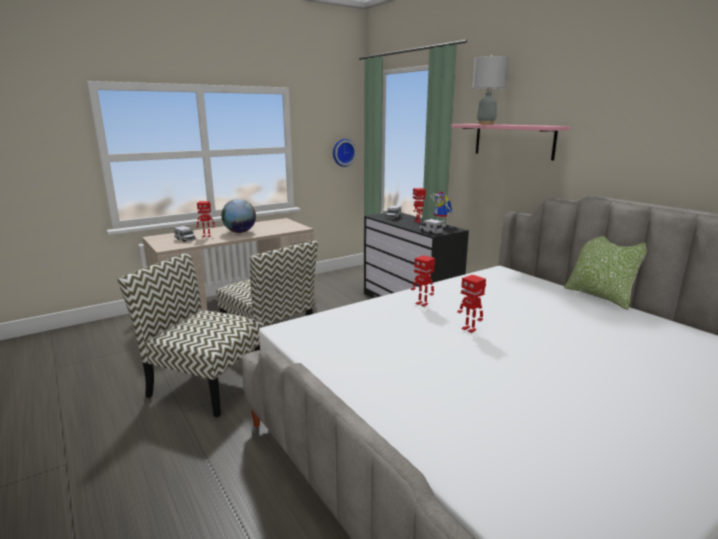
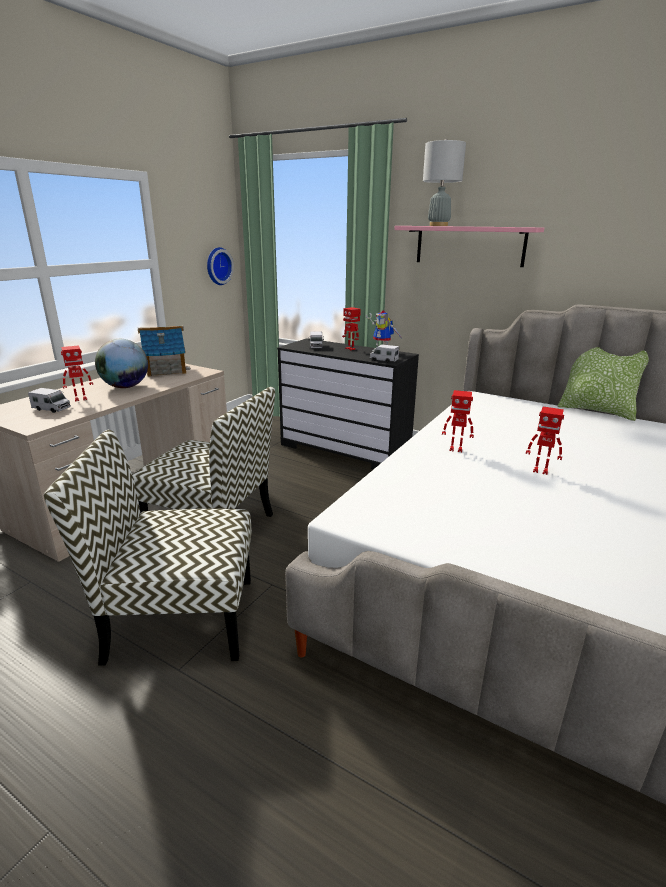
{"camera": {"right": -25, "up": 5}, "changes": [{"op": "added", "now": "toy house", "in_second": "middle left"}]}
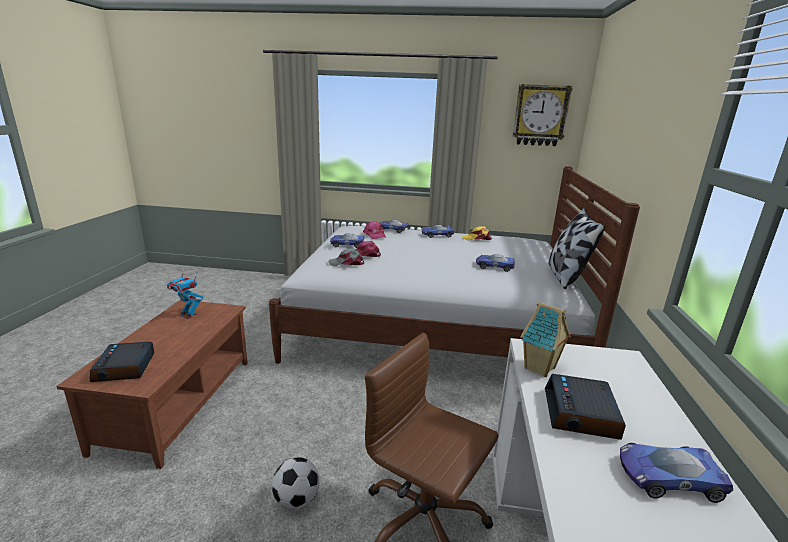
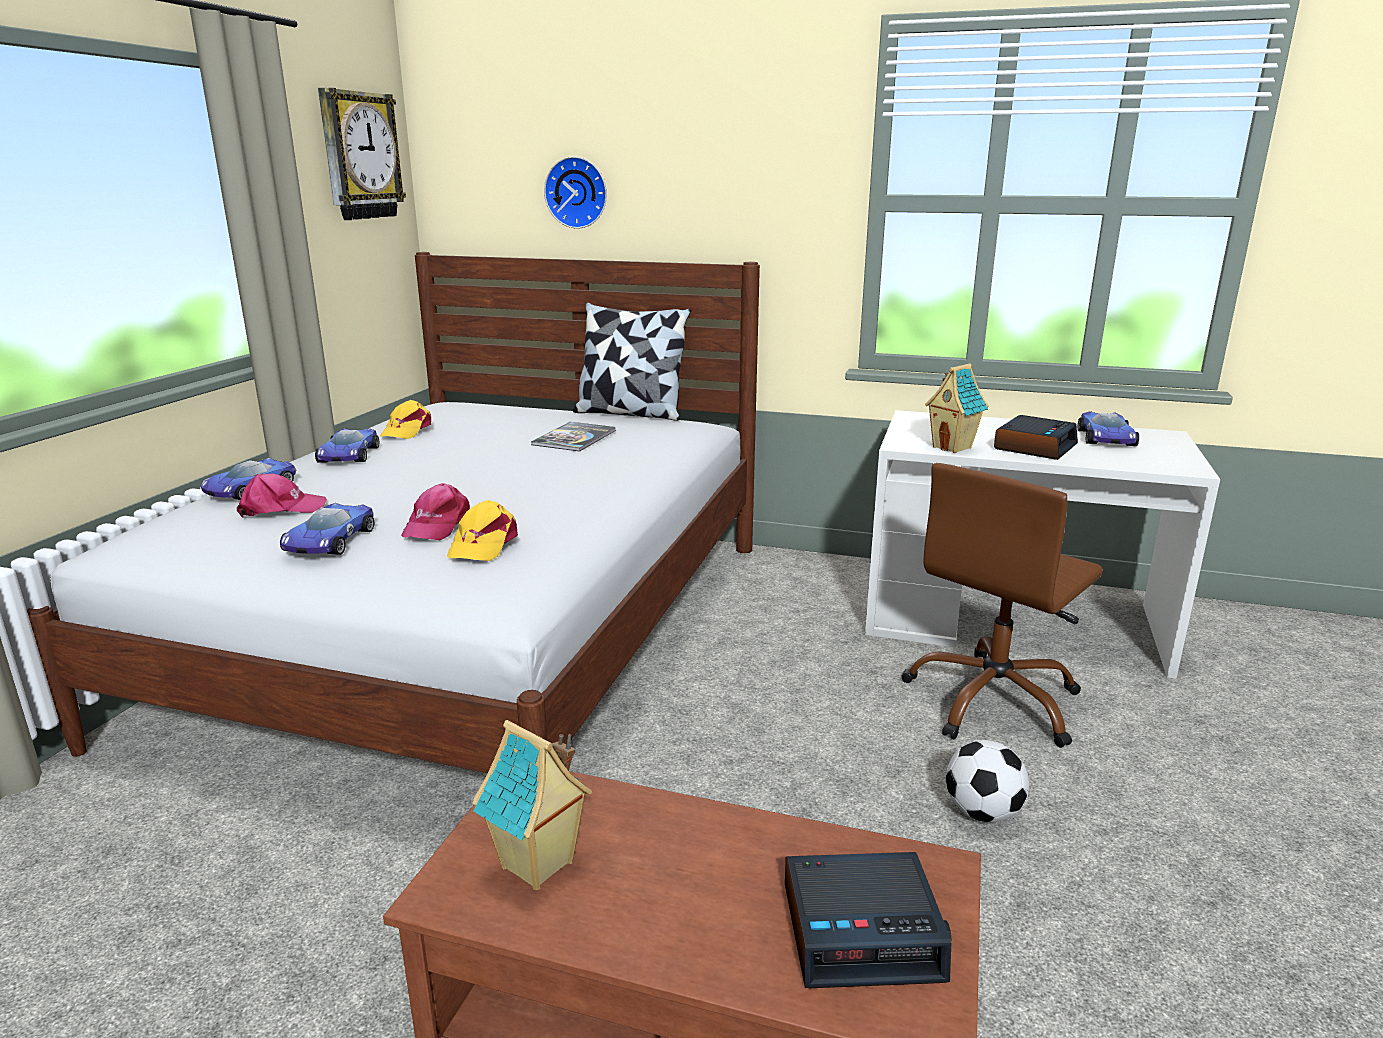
{"camera": {"right": -80, "up": 0}, "changes": [{"op": "recoloured", "was": "grey cap", "now": "yellow cap (2nd from left)", "in_first": "centre", "in_second": "centre"}, {"op": "replaced", "was": "toy robot", "now": "toy house (1st from left)", "in_first": "middle left", "in_second": "bottom centre"}, {"op": "replaced", "was": "toy car (4th from left)", "now": "book", "in_first": "centre", "in_second": "centre"}, {"op": "added", "now": "wall clock (2nd from left)", "in_second": "top centre"}, {"op": "turned", "was": "alarm clock (2nd from left)", "in_first": "bottom right", "in_second": "middle right", "clockwise": -75}]}
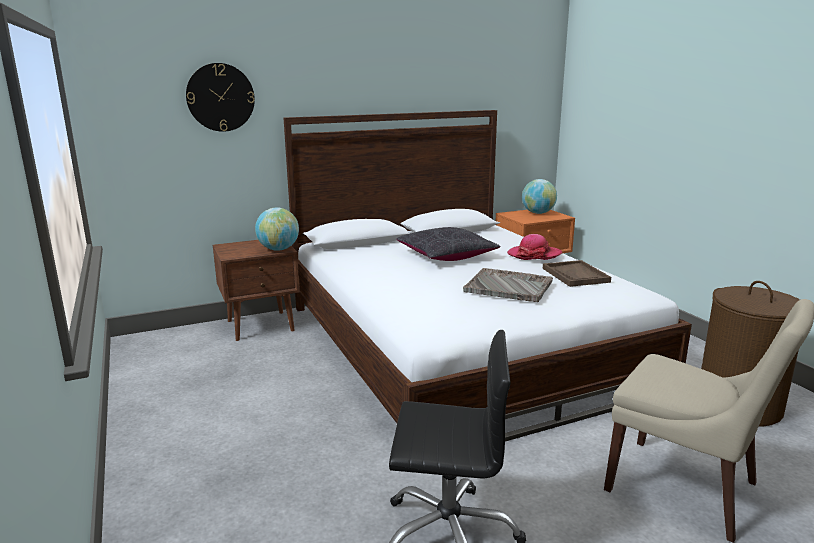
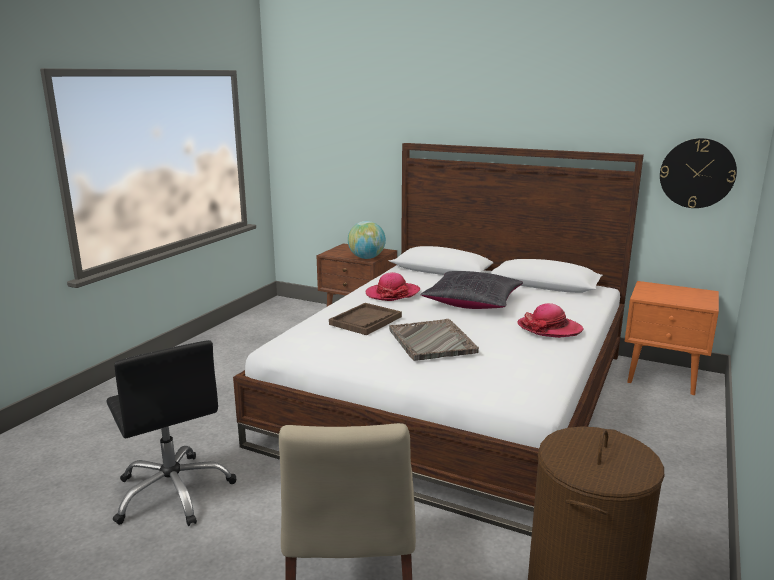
{"camera": {"right": 50, "up": 0}, "changes": [{"op": "moved", "was": "brown tray", "in_first": "middle right", "in_second": "centre"}, {"op": "added", "now": "hat (1st from left)", "in_second": "centre"}, {"op": "moved", "was": "wall clock", "in_first": "top left", "in_second": "top right"}, {"op": "removed", "was": "globe (2nd from left)", "in_first": "centre"}]}
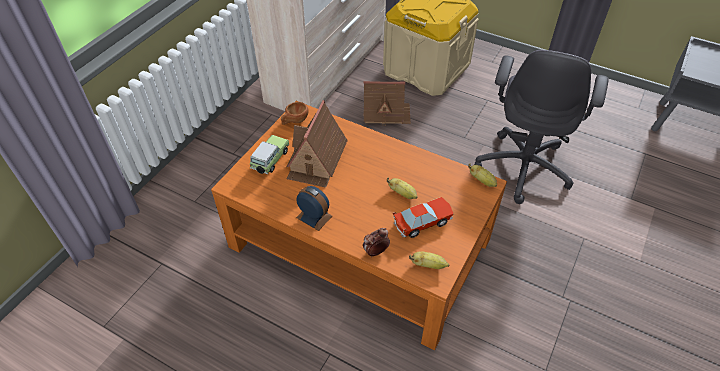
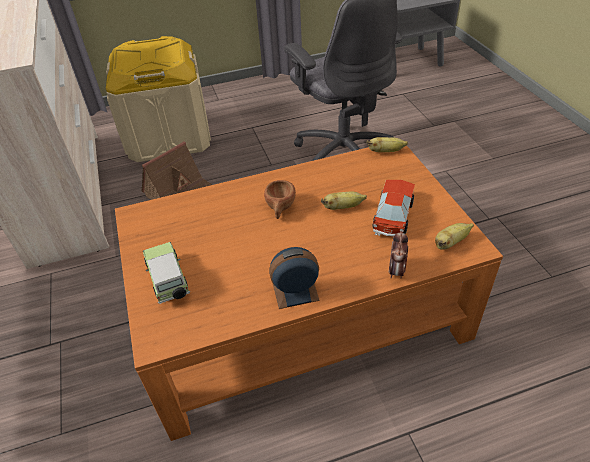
{"camera": {"right": -45, "up": -5}, "changes": [{"op": "moved", "was": "brown cup", "in_first": "top centre", "in_second": "centre"}, {"op": "removed", "was": "toy house (1st from left)", "in_first": "centre"}]}
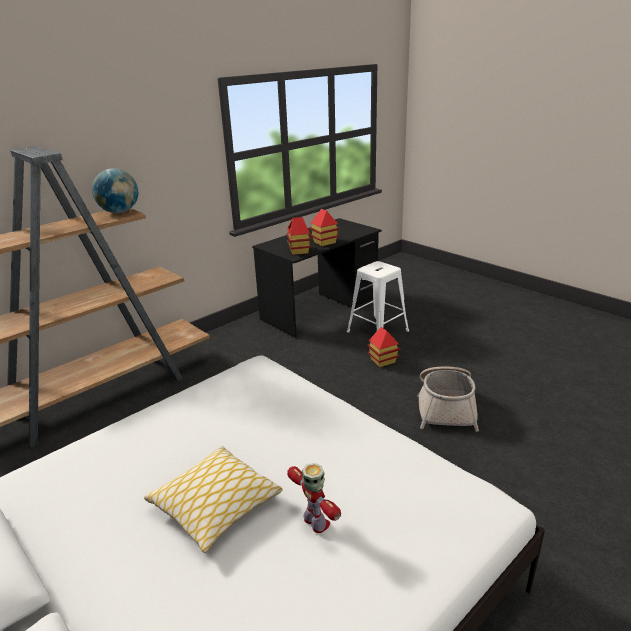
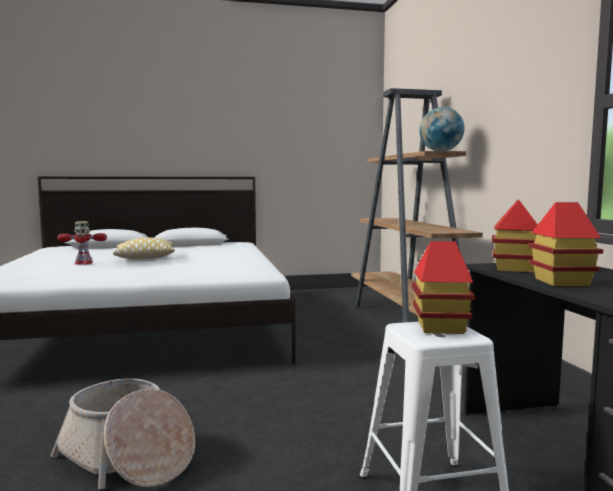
{"camera": {"right": 120, "up": -20}, "changes": [{"op": "moved", "was": "toy house (3rd from left in the first image)", "now": "toy house (1st from left)", "in_first": "centre", "in_second": "middle right"}]}
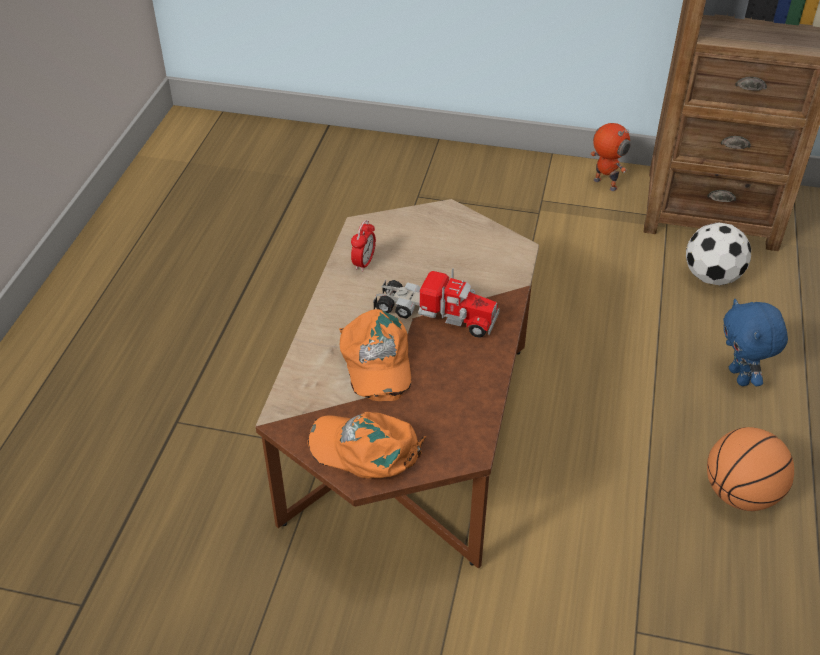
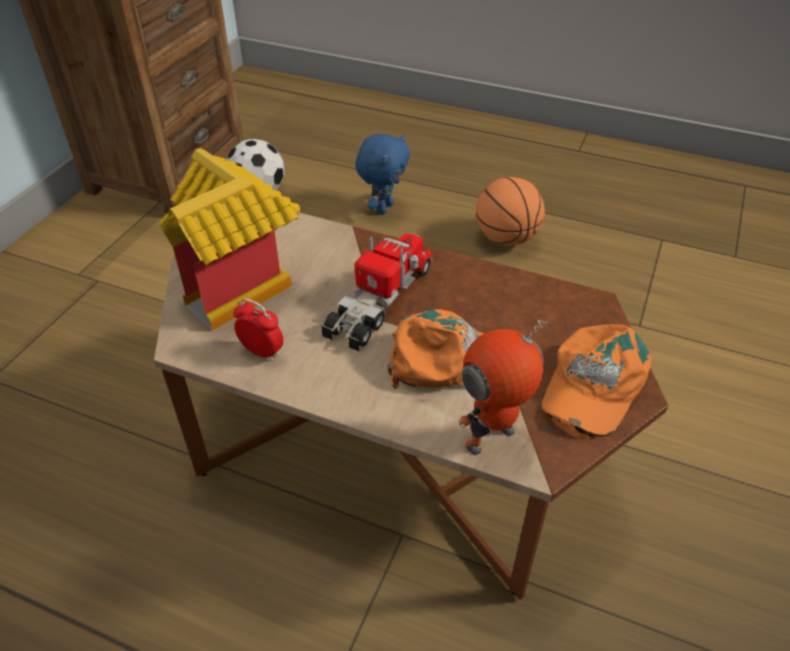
{"camera": {"right": -80, "up": 0}, "changes": [{"op": "added", "now": "toy house", "in_second": "middle left"}, {"op": "turned", "was": "blue plush toy", "in_first": "middle right", "in_second": "top centre", "clockwise": -60}, {"op": "moved", "was": "toy robot", "in_first": "top right", "in_second": "centre"}]}
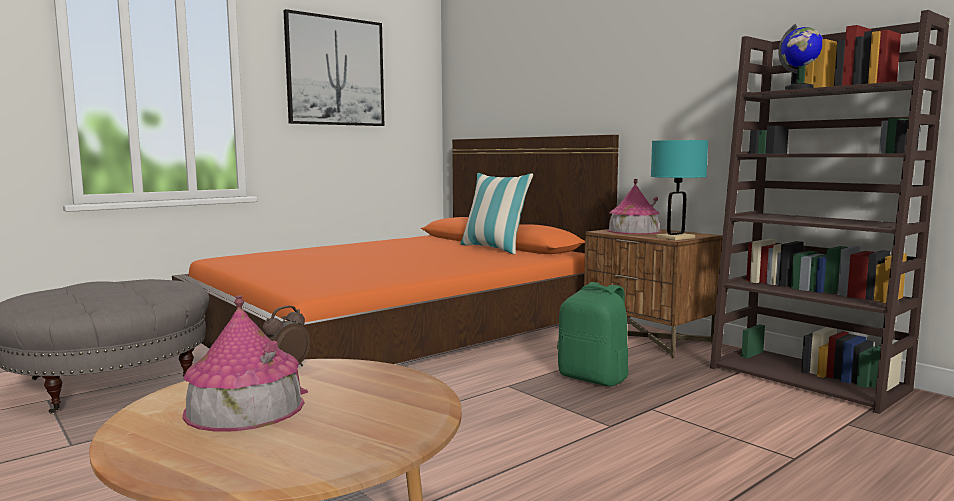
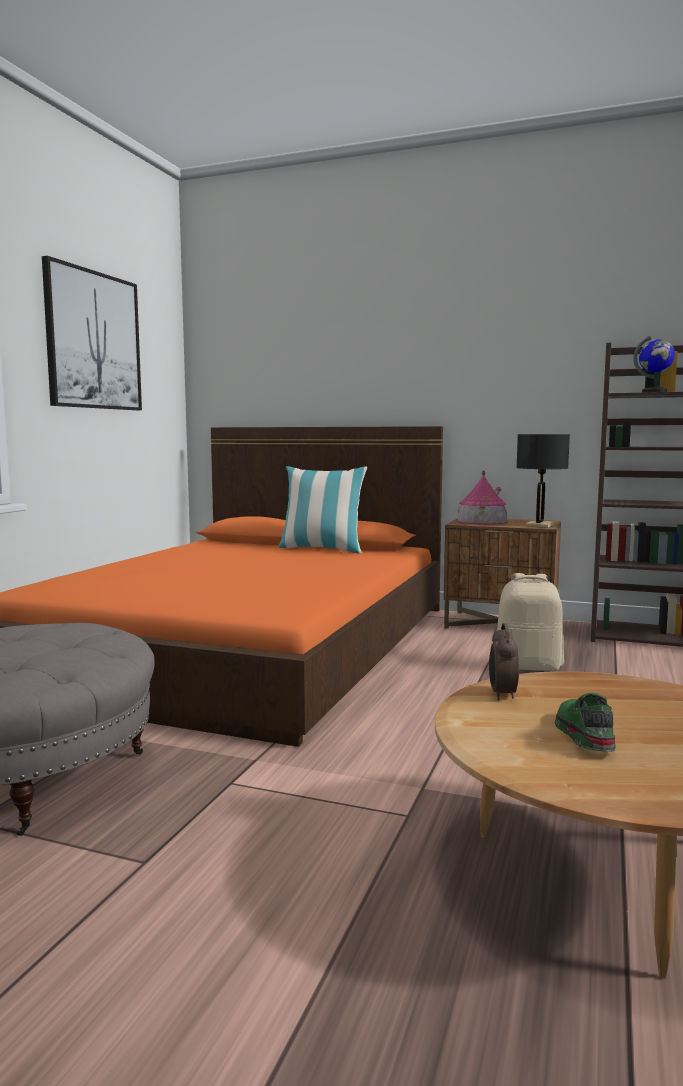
{"camera": {"right": -30, "up": 0}, "changes": [{"op": "recoloured", "was": "green backpack", "now": "beige backpack", "in_first": "bottom centre", "in_second": "middle right"}, {"op": "recoloured", "was": "turquoise table lamp", "now": "black table lamp", "in_first": "middle right", "in_second": "middle right"}, {"op": "replaced", "was": "toy house (1st from left)", "now": "green shoe", "in_first": "bottom left", "in_second": "middle right"}]}
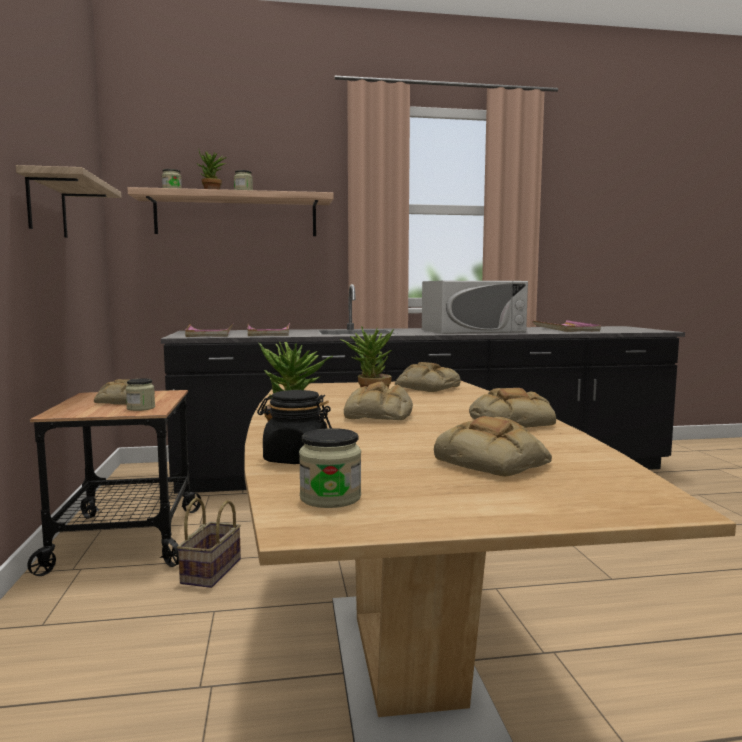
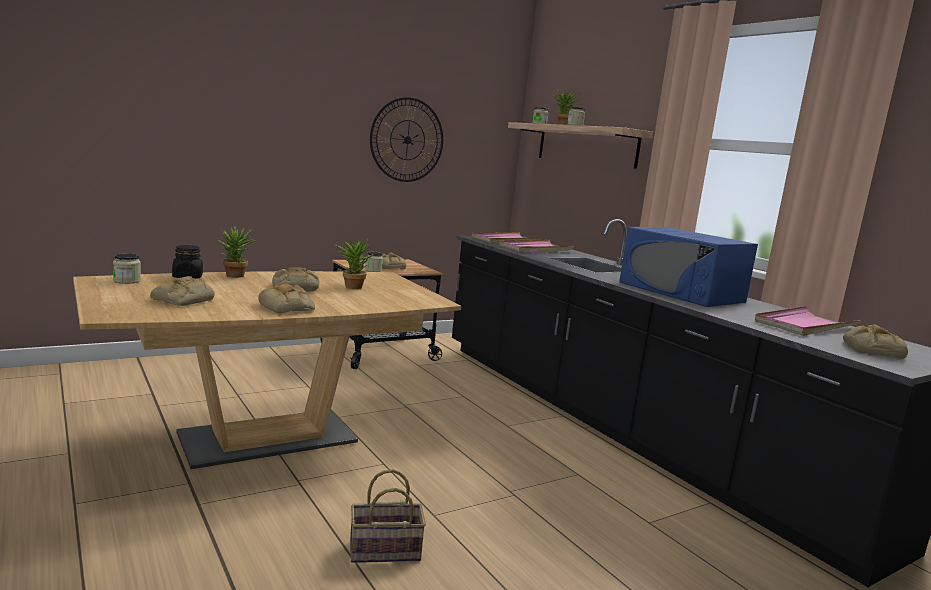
{"camera": {"right": 65, "up": 5}, "changes": [{"op": "moved", "was": "basket", "in_first": "bottom left", "in_second": "bottom centre"}, {"op": "replaced", "was": "shelf (1st from left)", "now": "wall clock", "in_first": "top left", "in_second": "top centre"}, {"op": "recoloured", "was": "white microwave", "now": "blue microwave", "in_first": "centre", "in_second": "middle right"}, {"op": "moved", "was": "bread (3rd from left in the first image)", "now": "bread (5th from left)", "in_first": "centre", "in_second": "middle right"}]}
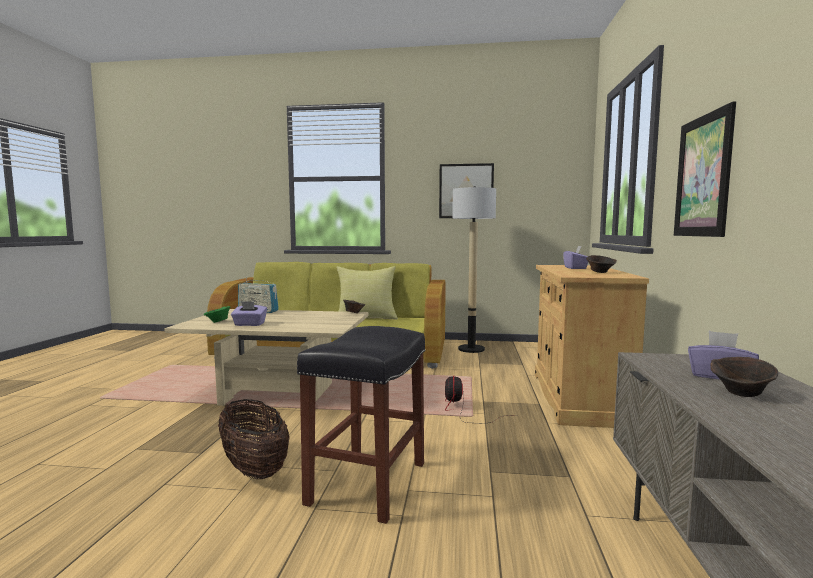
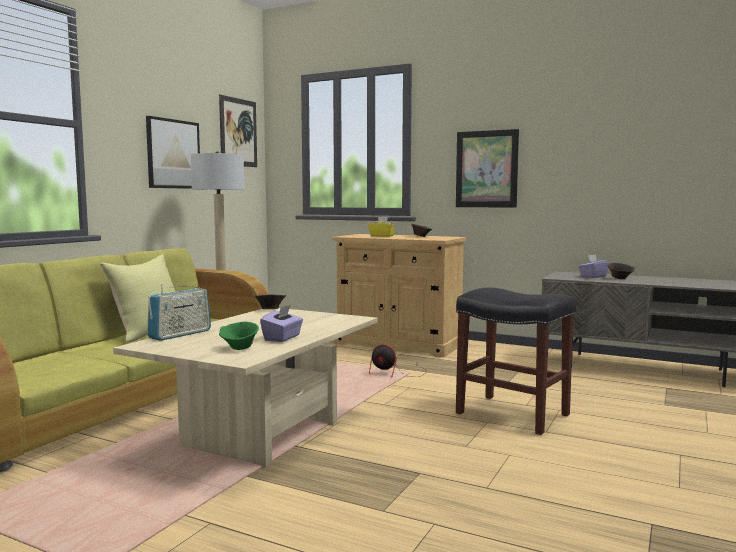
{"camera": {"right": -70, "up": 0}, "changes": [{"op": "added", "now": "picture (2nd from left)", "in_second": "top left"}, {"op": "recoloured", "was": "purple tissue box (2nd from left)", "now": "yellow tissue box", "in_first": "middle right", "in_second": "centre"}, {"op": "removed", "was": "basket", "in_first": "bottom left"}]}
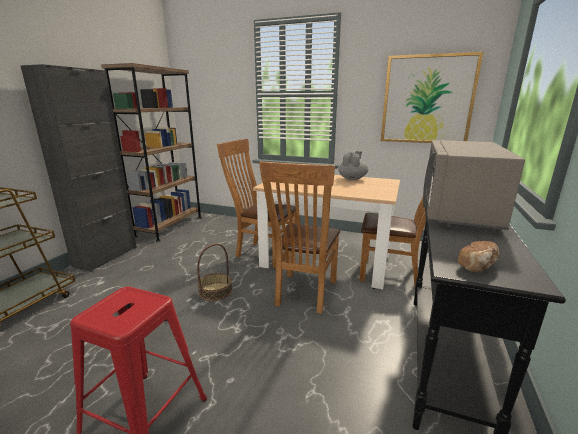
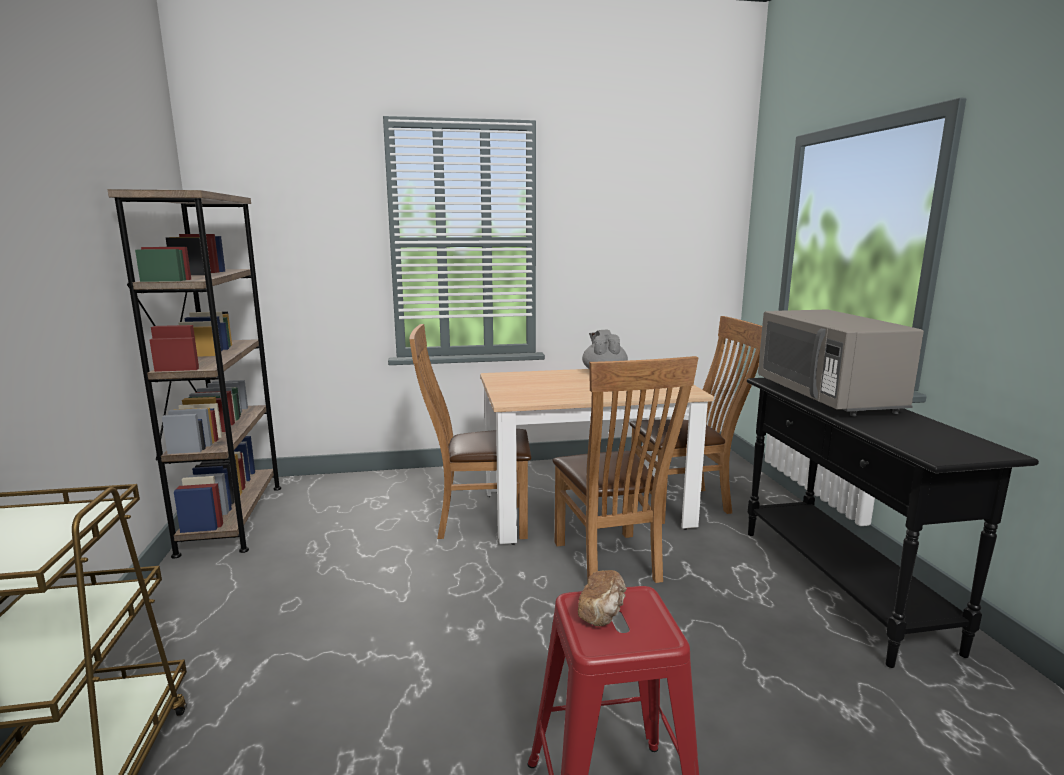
{"camera": {"right": -30, "up": -5}, "changes": [{"op": "moved", "was": "bread", "in_first": "middle right", "in_second": "bottom centre"}, {"op": "removed", "was": "black cabinet", "in_first": "middle left"}, {"op": "removed", "was": "basket", "in_first": "centre"}, {"op": "removed", "was": "picture", "in_first": "top right"}]}
